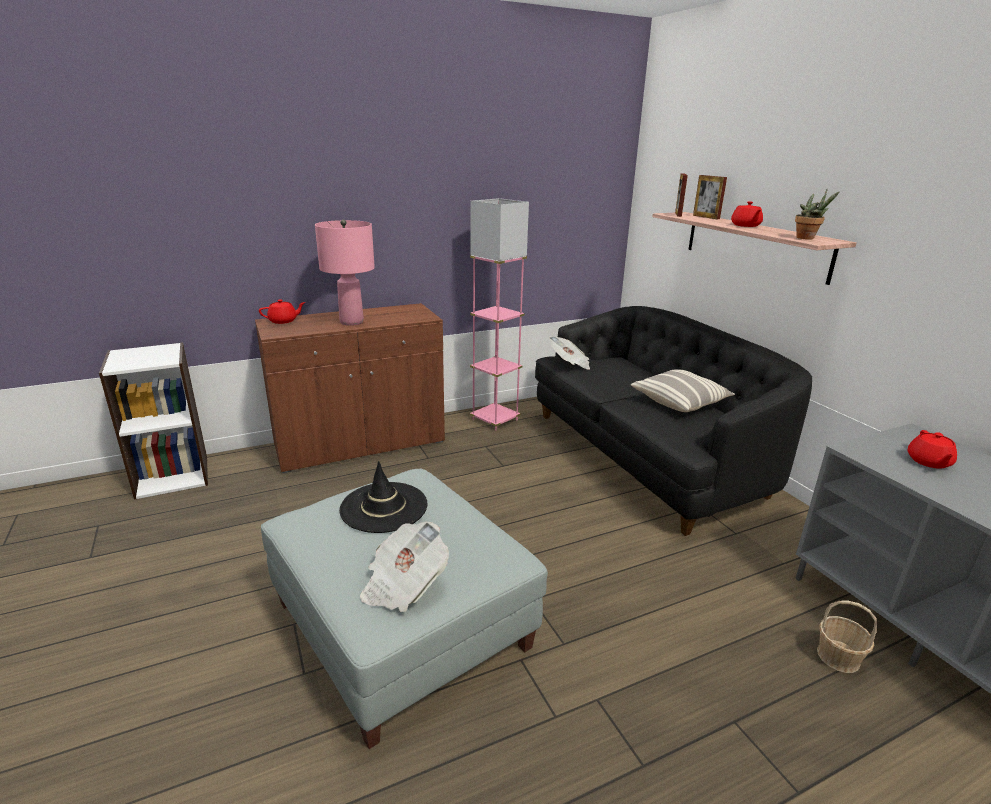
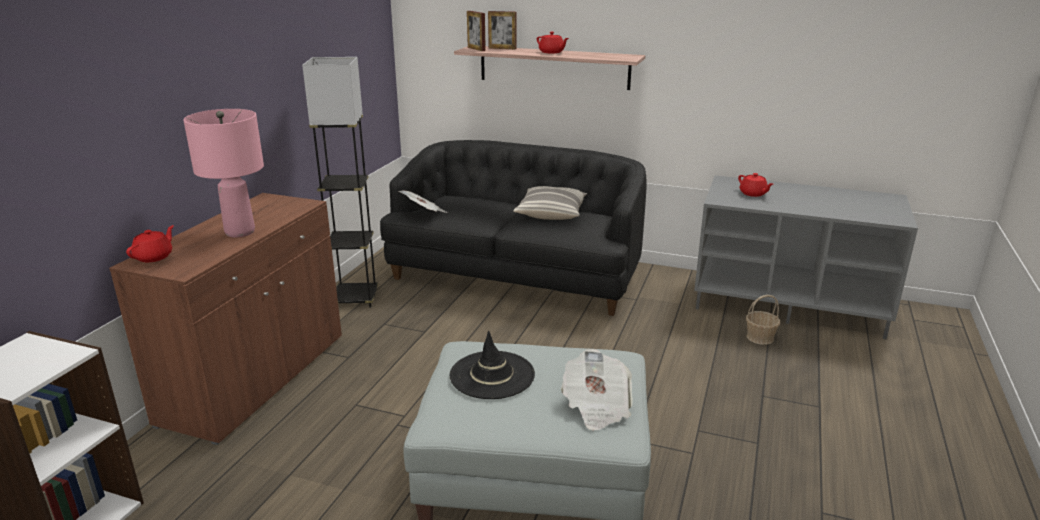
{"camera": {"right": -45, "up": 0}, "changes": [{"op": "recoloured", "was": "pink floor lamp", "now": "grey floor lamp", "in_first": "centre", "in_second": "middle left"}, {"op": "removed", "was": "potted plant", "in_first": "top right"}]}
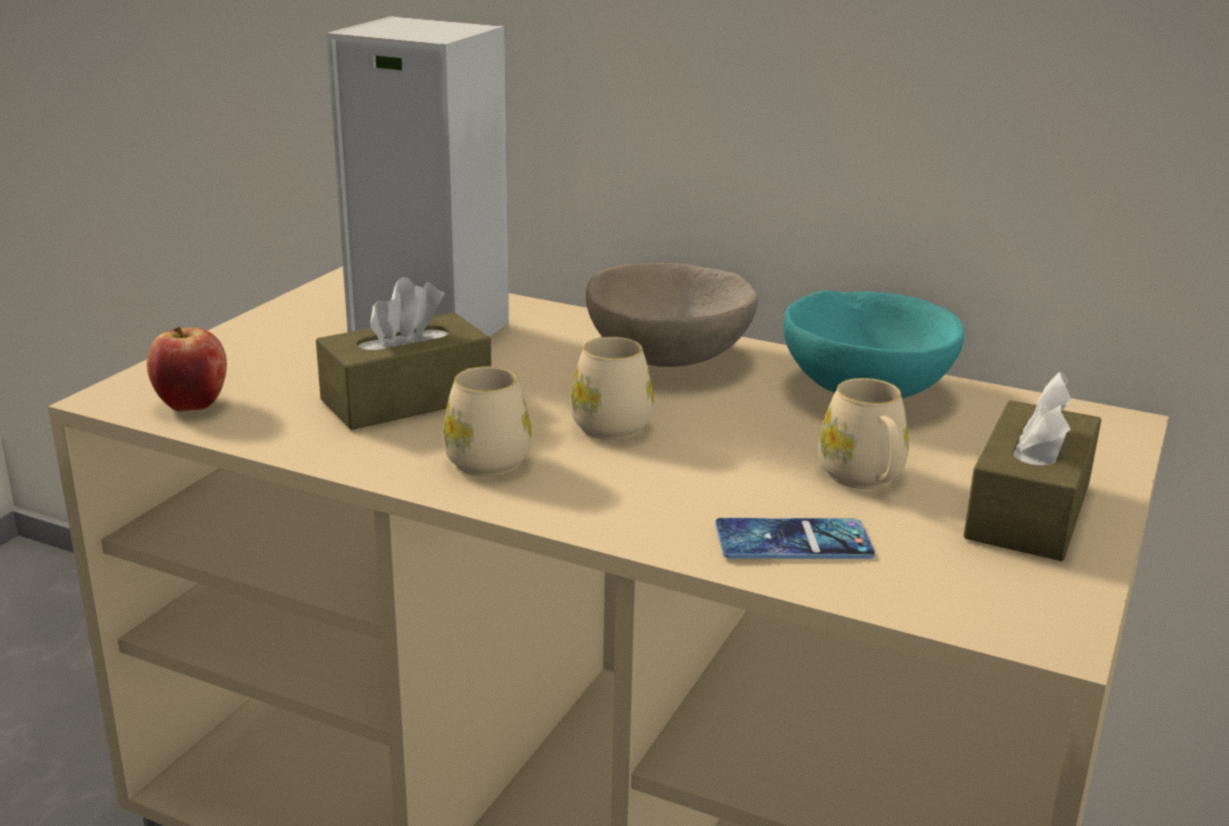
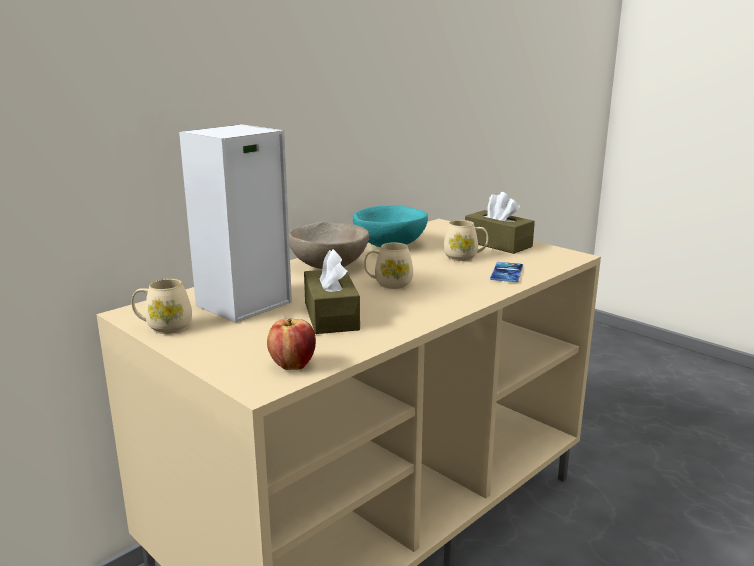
{"camera": {"right": -70, "up": -5}, "changes": [{"op": "moved", "was": "beige mug (1st from left)", "in_first": "centre", "in_second": "middle left"}]}
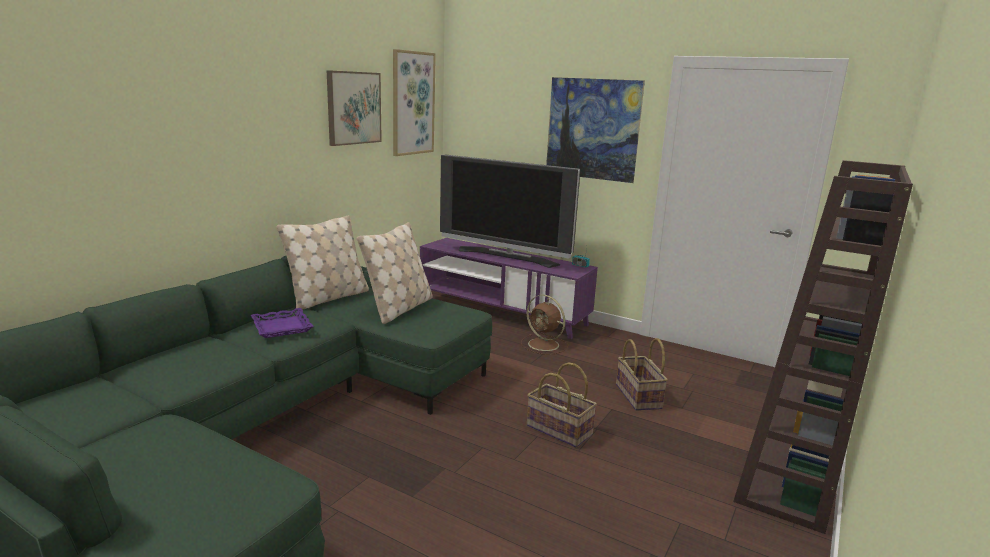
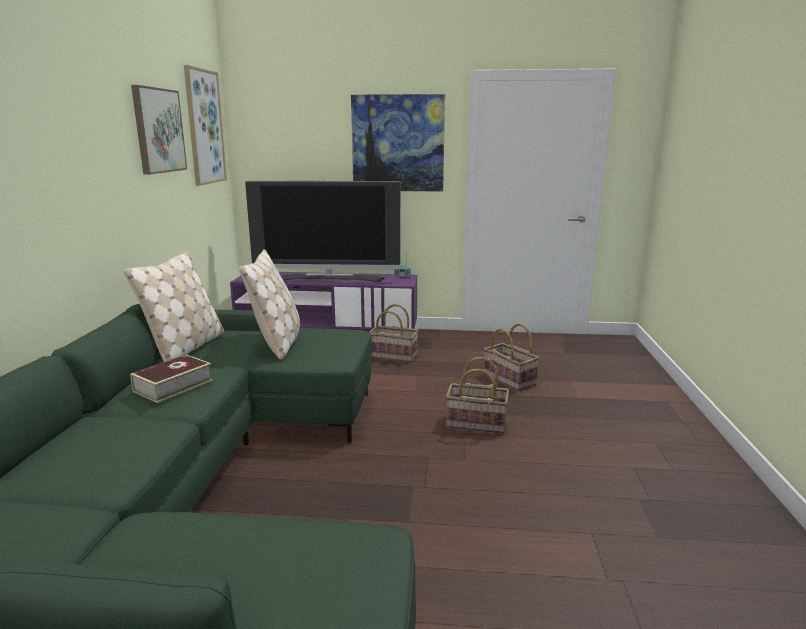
{"camera": {"right": -25, "up": 0}, "changes": [{"op": "replaced", "was": "purple tray", "now": "book", "in_first": "middle left", "in_second": "middle left"}, {"op": "replaced", "was": "brown fan", "now": "basket (1st from left)", "in_first": "centre", "in_second": "centre"}, {"op": "removed", "was": "brown bookcase", "in_first": "middle right"}]}
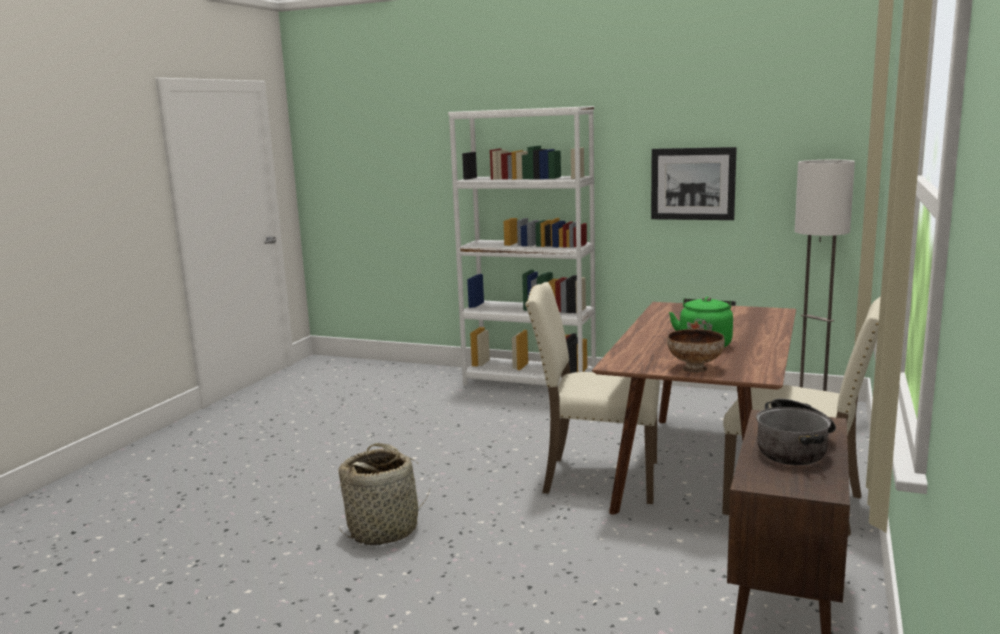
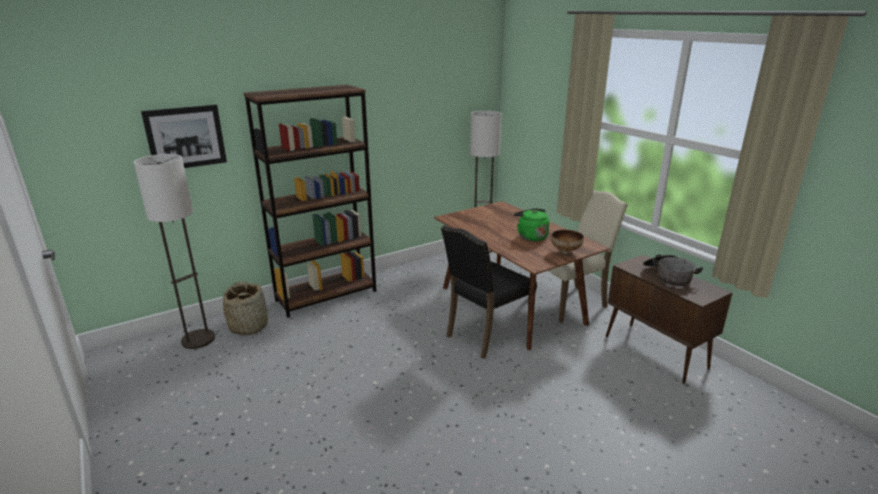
{"camera": {"right": -55, "up": 10}, "changes": [{"op": "added", "now": "floor lamp (1st from left)", "in_second": "middle left"}, {"op": "moved", "was": "picture", "in_first": "top right", "in_second": "top left"}, {"op": "moved", "was": "basket", "in_first": "bottom centre", "in_second": "middle left"}, {"op": "recoloured", "was": "white bookcase", "now": "brown bookcase", "in_first": "centre", "in_second": "centre"}, {"op": "recoloured", "was": "beige chair (1st from left)", "now": "black chair", "in_first": "centre", "in_second": "centre"}]}
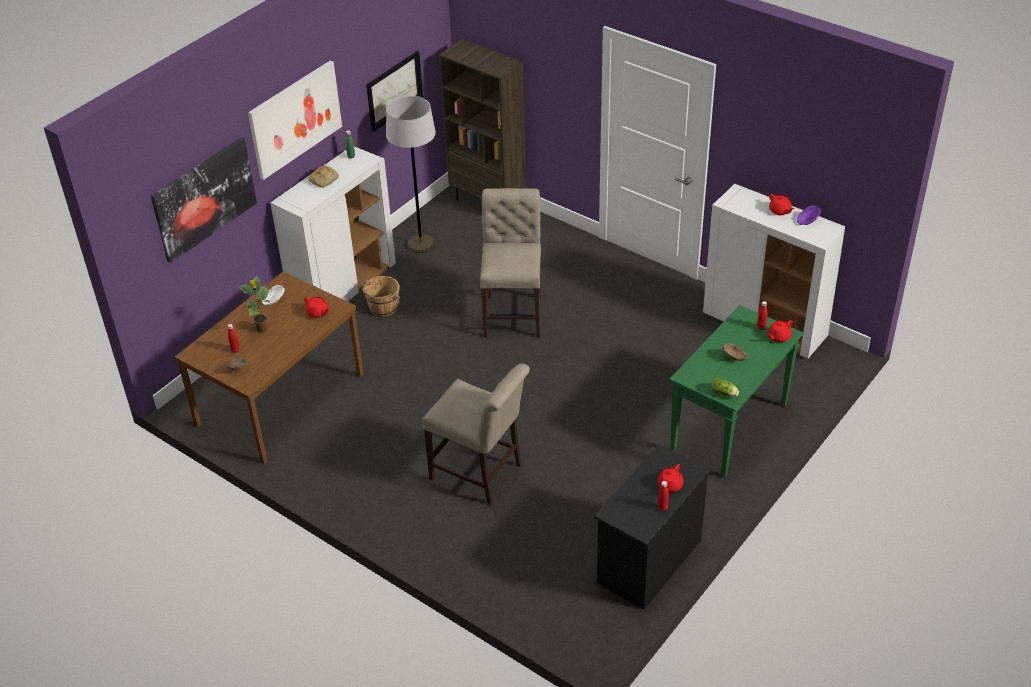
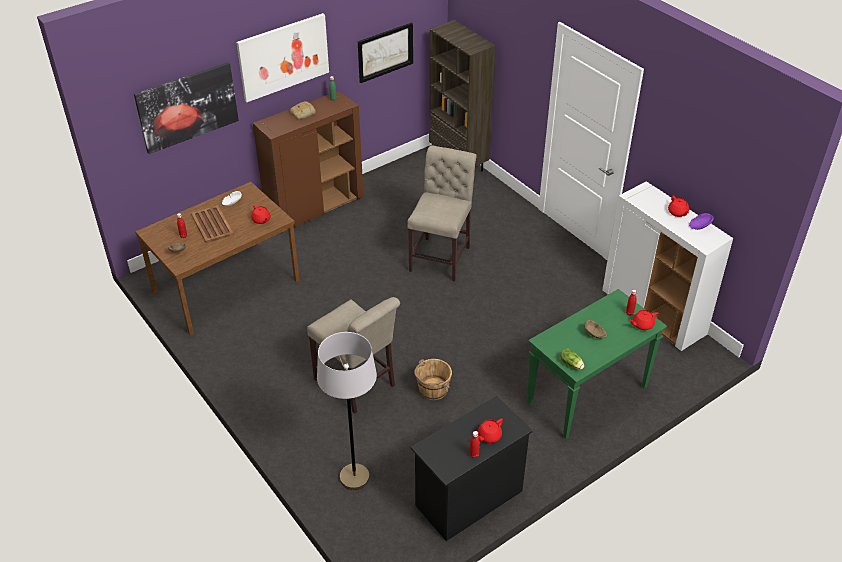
{"camera": {"right": 15, "up": 0}, "changes": [{"op": "replaced", "was": "potted plant", "now": "brown tray", "in_first": "middle left", "in_second": "middle left"}, {"op": "recoloured", "was": "white cabinet (1st from left)", "now": "brown cabinet", "in_first": "top left", "in_second": "top centre"}, {"op": "moved", "was": "grey floor lamp", "in_first": "top centre", "in_second": "bottom centre"}, {"op": "moved", "was": "brown bucket", "in_first": "centre", "in_second": "bottom centre"}]}
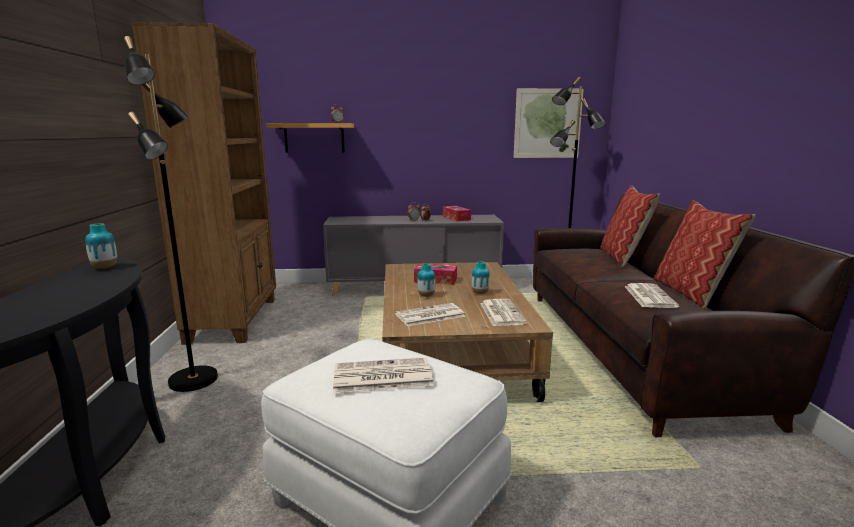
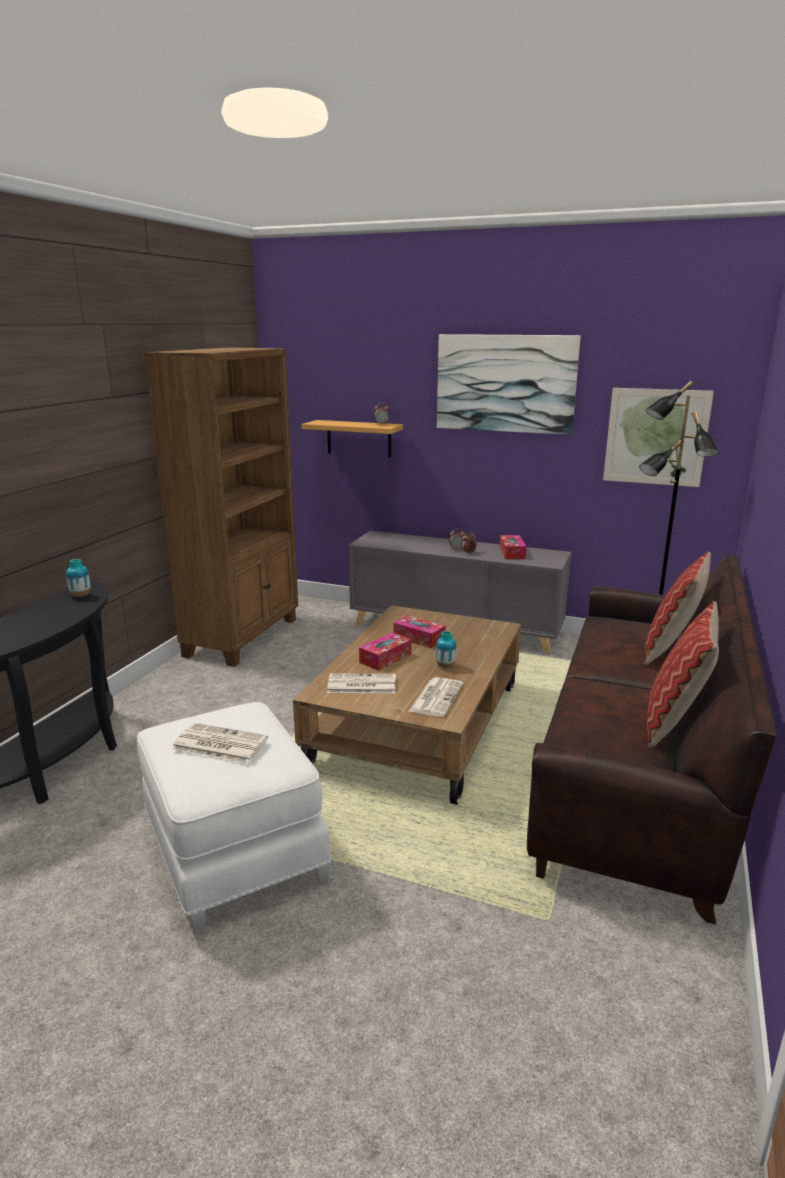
{"camera": {"right": 25, "up": 5}, "changes": [{"op": "replaced", "was": "vase (2nd from left)", "now": "tissue box (1st from left)", "in_first": "centre", "in_second": "centre"}, {"op": "added", "now": "picture (1st from left)", "in_second": "top centre"}, {"op": "removed", "was": "black floor lamp (1st from left)", "in_first": "middle left"}, {"op": "removed", "was": "newspaper (4th from left)", "in_first": "middle right"}]}
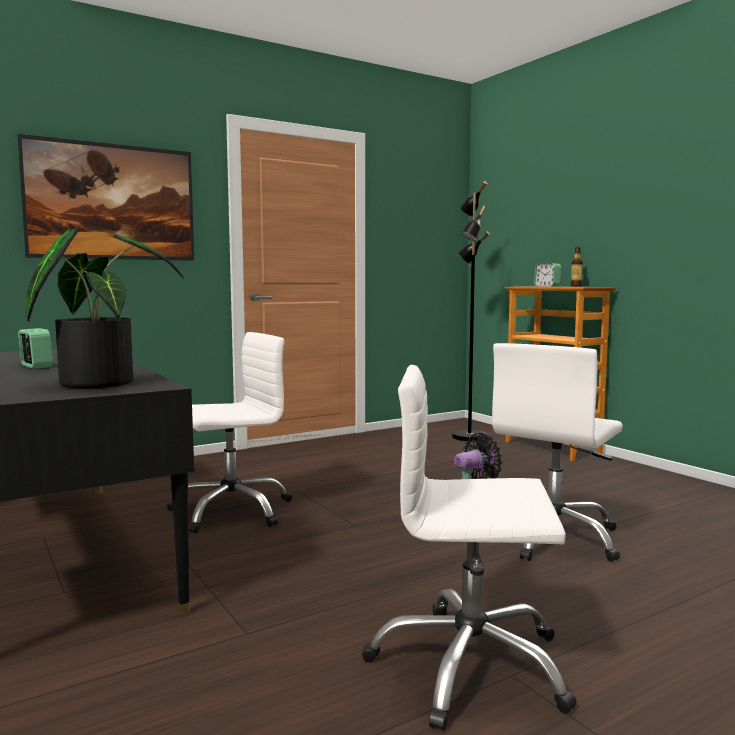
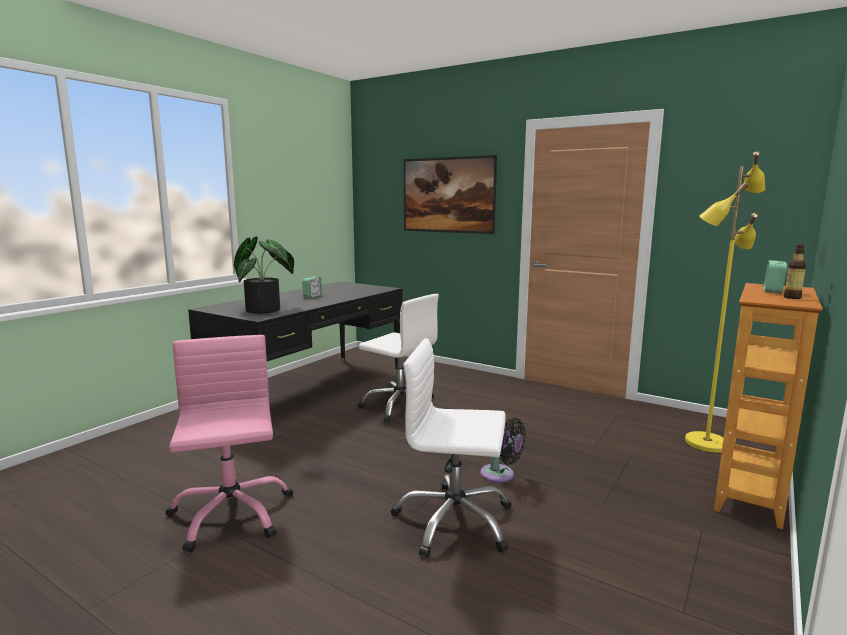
{"camera": {"right": 65, "up": 5}, "changes": [{"op": "recoloured", "was": "white office chair (2nd from left)", "now": "pink office chair", "in_first": "bottom centre", "in_second": "bottom left"}, {"op": "recoloured", "was": "black floor lamp", "now": "yellow floor lamp", "in_first": "centre", "in_second": "middle right"}]}
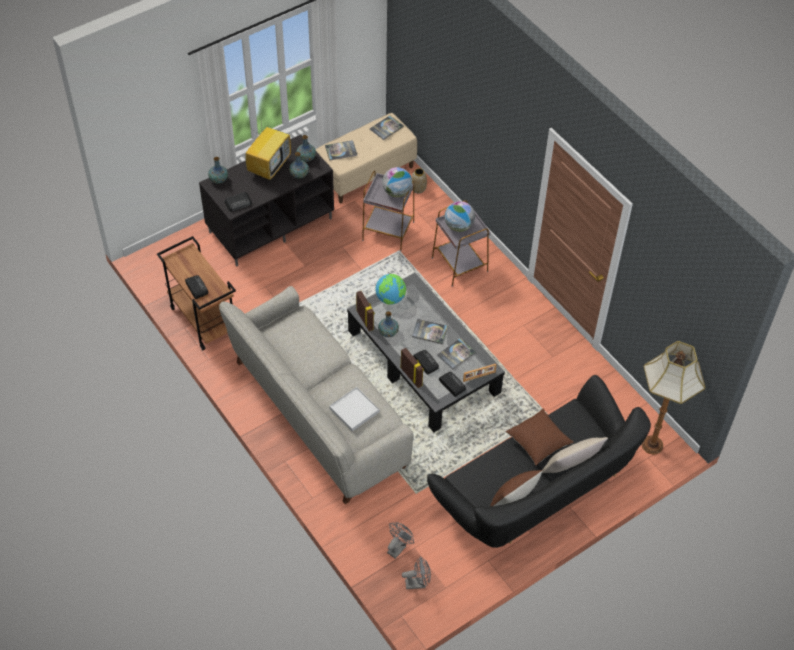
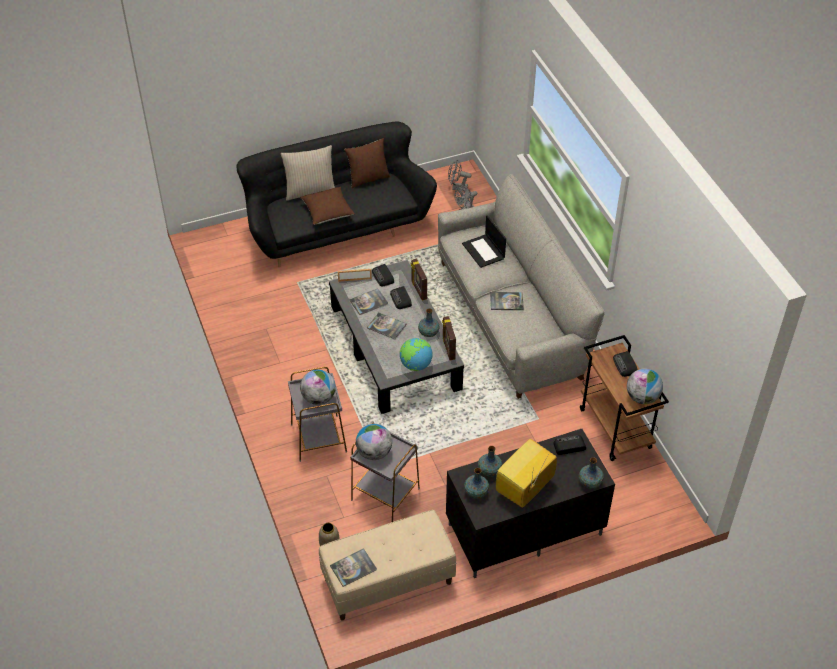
{"camera": {"right": -165, "up": -5}, "changes": [{"op": "replaced", "was": "white tray", "now": "laptop", "in_first": "centre", "in_second": "centre"}, {"op": "moved", "was": "book (1st from left in the first image)", "now": "book (4th from left)", "in_first": "top centre", "in_second": "centre"}, {"op": "added", "now": "globe (4th from left)", "in_second": "middle right"}, {"op": "removed", "was": "floor lamp", "in_first": "middle right"}]}
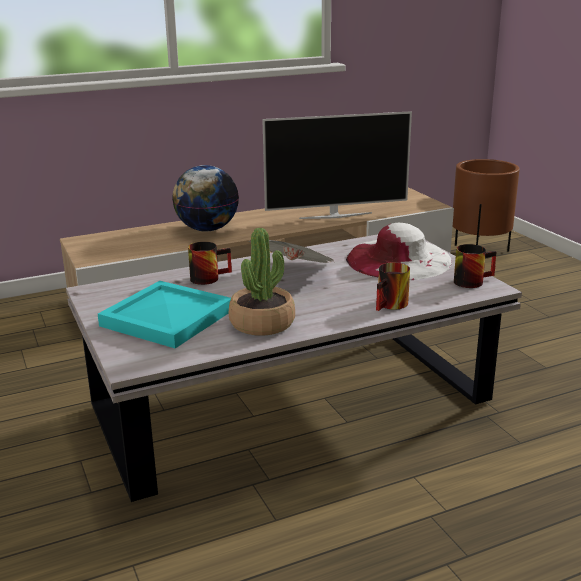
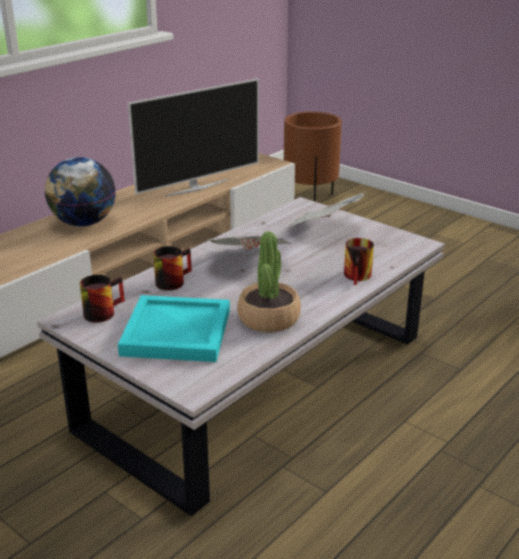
{"camera": {"right": -25, "up": 5}, "changes": [{"op": "moved", "was": "mug (3rd from left in the first image)", "now": "mug (1st from left)", "in_first": "middle right", "in_second": "middle left"}, {"op": "replaced", "was": "white hat", "now": "newspaper (2nd from left)", "in_first": "middle right", "in_second": "centre"}]}
